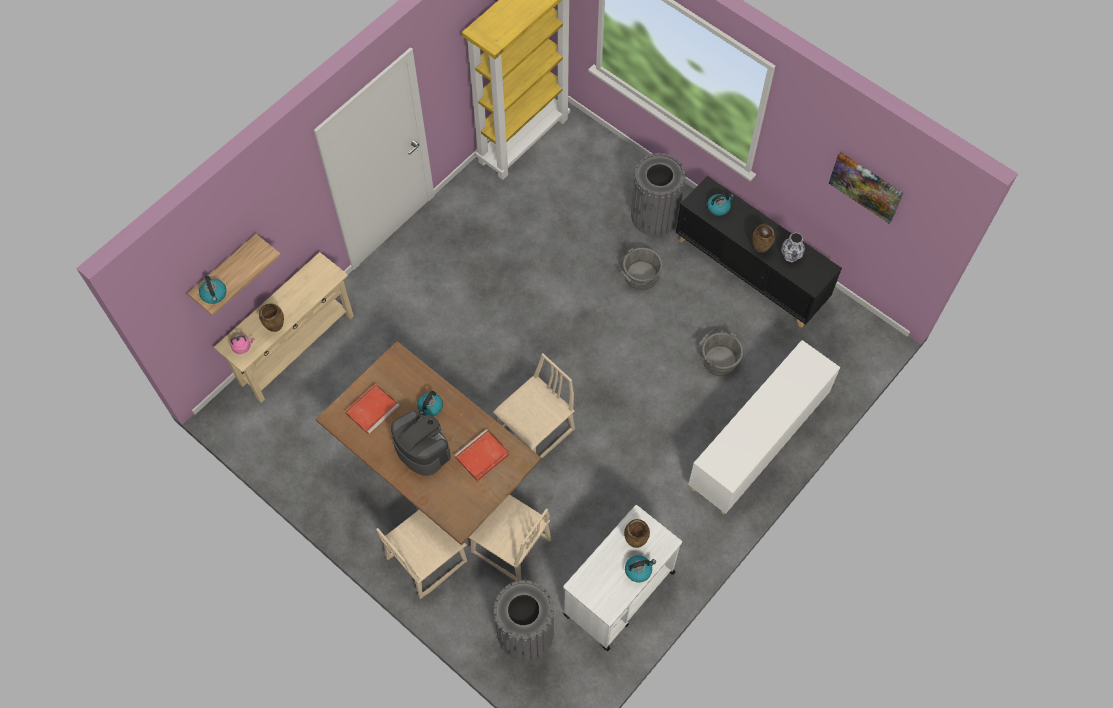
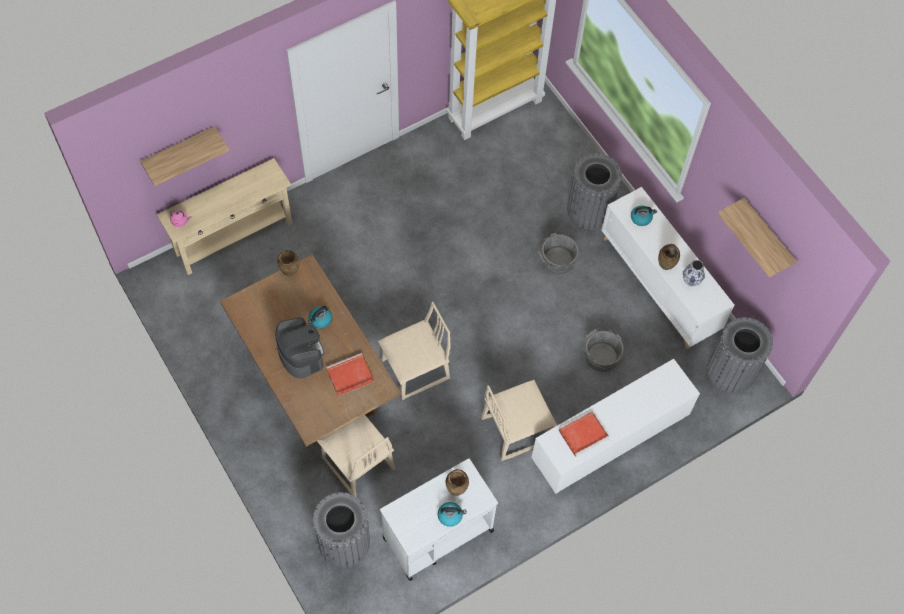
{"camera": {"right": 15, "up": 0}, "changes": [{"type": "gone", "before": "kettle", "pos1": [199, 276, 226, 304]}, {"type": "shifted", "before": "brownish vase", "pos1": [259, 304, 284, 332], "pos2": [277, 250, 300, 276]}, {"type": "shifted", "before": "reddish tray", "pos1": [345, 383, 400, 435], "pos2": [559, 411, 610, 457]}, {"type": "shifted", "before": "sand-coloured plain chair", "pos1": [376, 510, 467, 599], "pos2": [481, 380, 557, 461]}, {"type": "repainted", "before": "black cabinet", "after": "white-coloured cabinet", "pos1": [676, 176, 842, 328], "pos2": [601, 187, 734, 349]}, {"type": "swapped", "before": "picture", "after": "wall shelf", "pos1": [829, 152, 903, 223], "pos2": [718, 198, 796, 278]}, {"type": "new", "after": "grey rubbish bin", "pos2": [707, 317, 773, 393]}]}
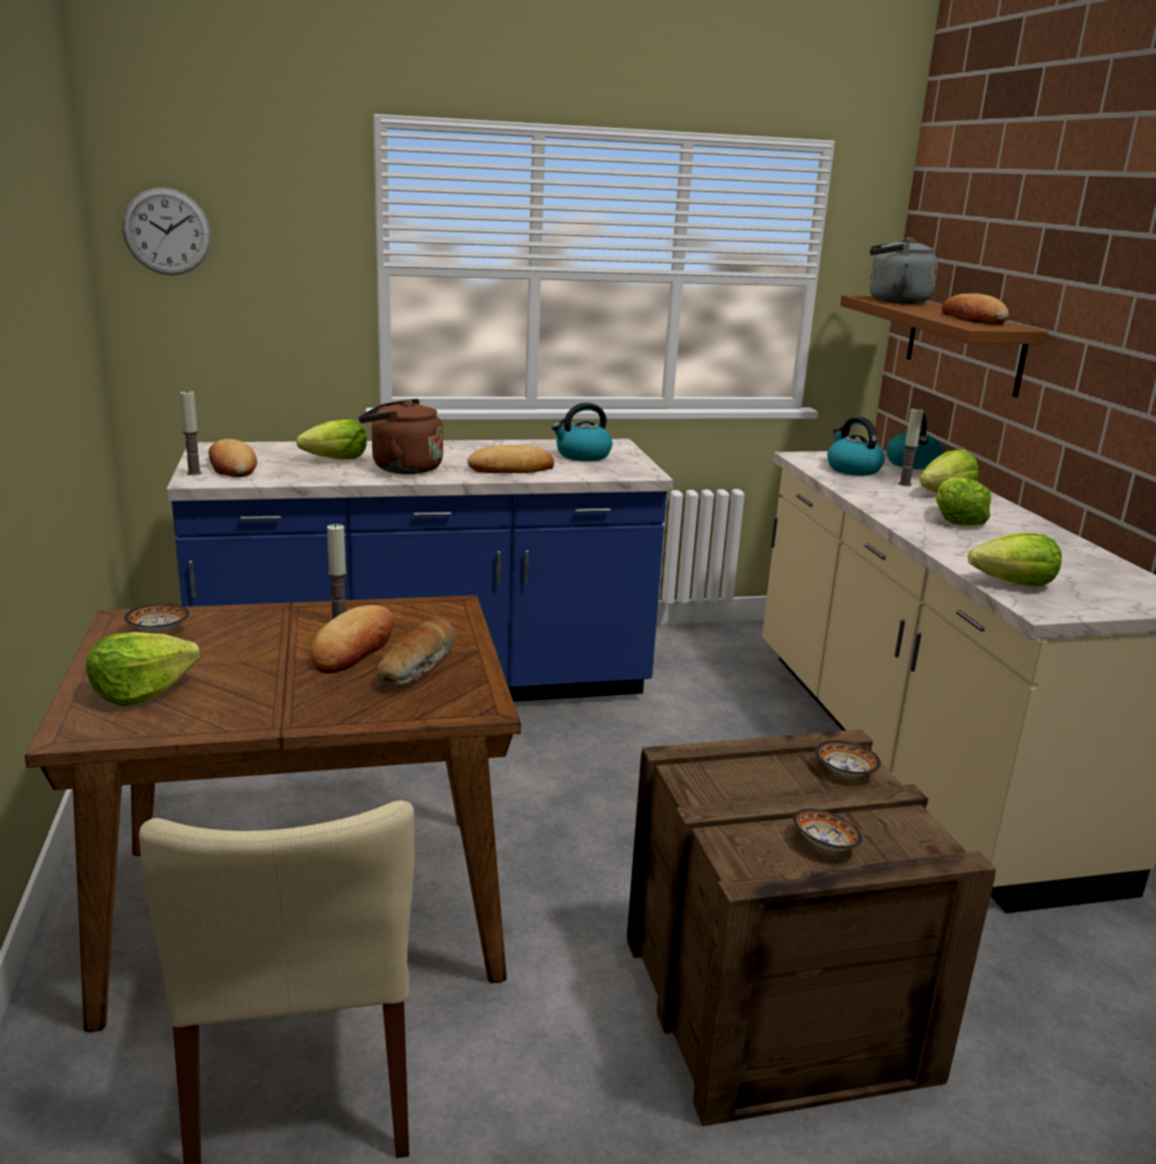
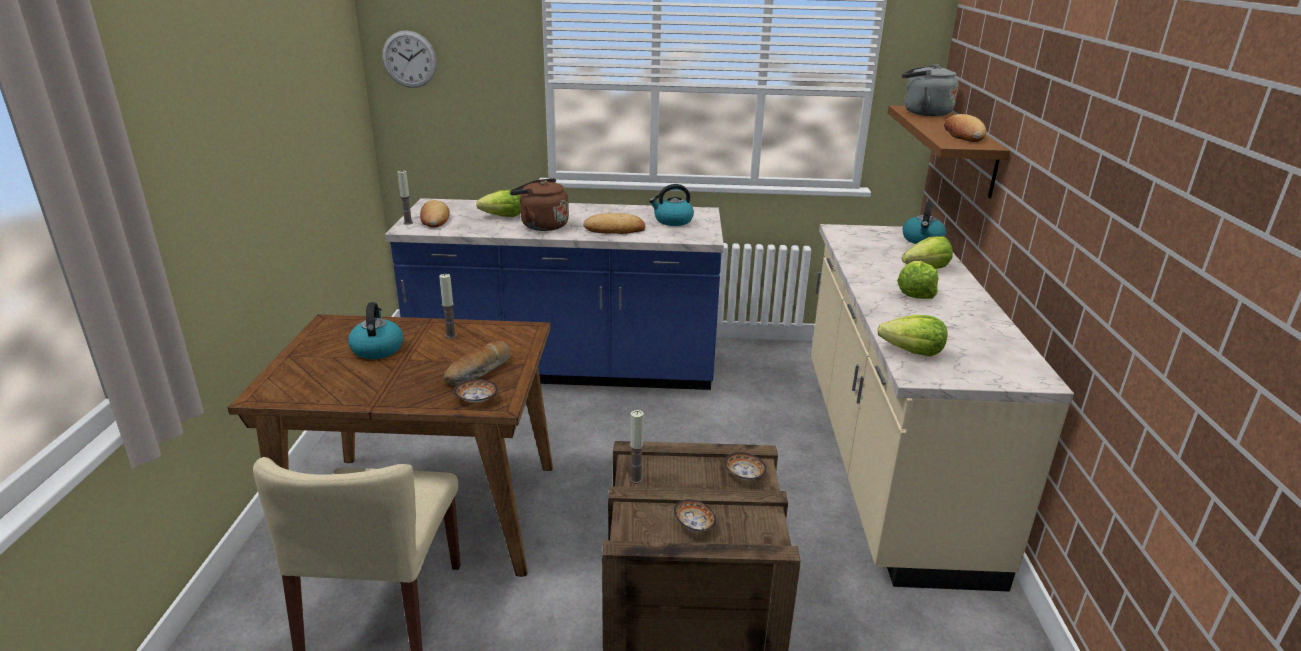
{"camera": {"right": 15, "up": 5}, "changes": [{"type": "gone", "before": "lettuce head", "pos1": [86, 632, 200, 706]}, {"type": "shifted", "before": "serving bowl", "pos1": [124, 603, 189, 632], "pos2": [454, 379, 498, 403]}, {"type": "gone", "before": "bread", "pos1": [311, 605, 394, 673]}, {"type": "shifted", "before": "kettle", "pos1": [827, 417, 885, 476], "pos2": [348, 302, 403, 359]}, {"type": "shifted", "before": "wax light", "pos1": [898, 408, 924, 486], "pos2": [629, 410, 644, 484]}]}
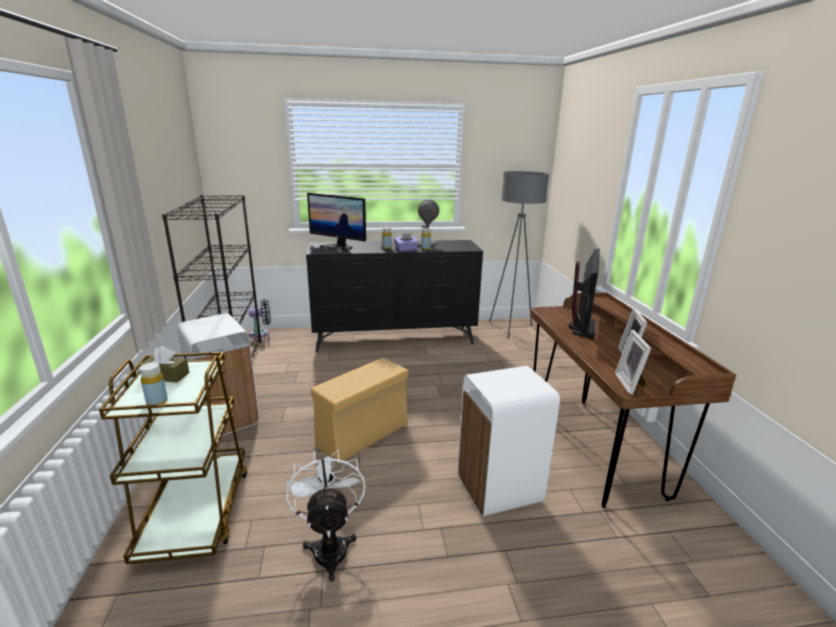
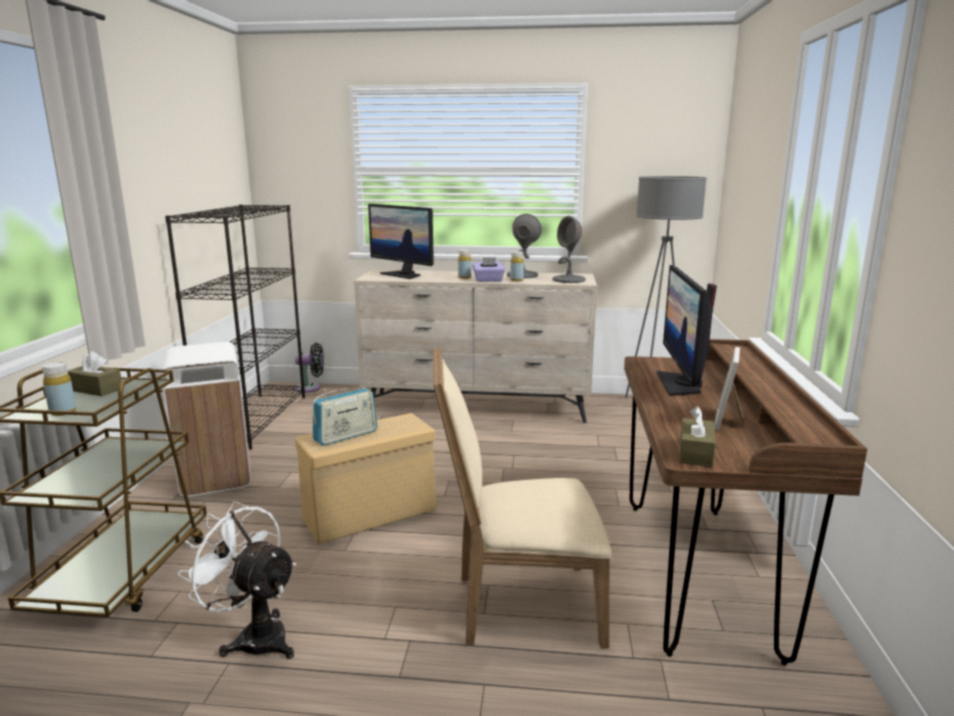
{"camera": {"right": 15, "up": -5}, "changes": [{"type": "rotated", "before": "white-coloured cooling fan", "pos1": [286, 449, 366, 582], "pos2": [178, 501, 296, 659], "turn": -60}, {"type": "repainted", "before": "black dresser", "after": "sand-coloured dresser", "pos1": [306, 240, 483, 352], "pos2": [354, 270, 597, 423]}, {"type": "swapped", "before": "white-coloured rubbish bin", "after": "sand-coloured plain chair", "pos1": [458, 366, 560, 517], "pos2": [433, 347, 612, 649]}, {"type": "rotated", "before": "computer screen", "pos1": [568, 249, 600, 340], "pos2": [657, 265, 717, 396], "turn": 150}, {"type": "swapped", "before": "picture frame", "after": "brownish tissue box", "pos1": [615, 330, 651, 395], "pos2": [680, 406, 716, 467]}, {"type": "new", "after": "radio set", "pos2": [313, 388, 377, 446]}, {"type": "new", "after": "grey tabletop lamp", "pos2": [553, 216, 586, 283]}]}
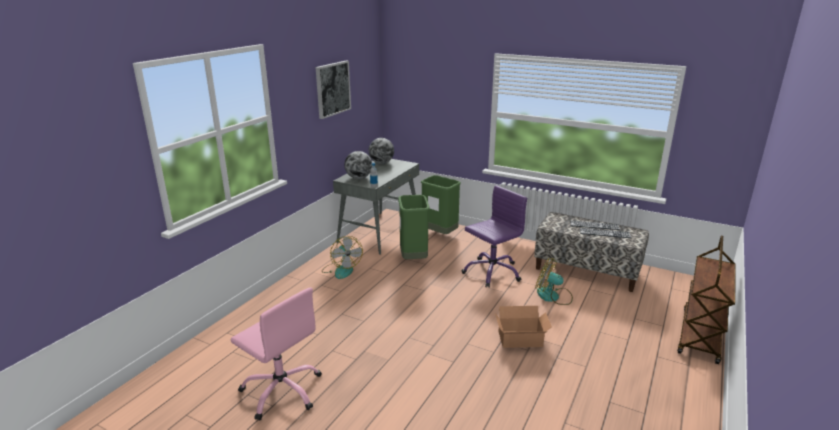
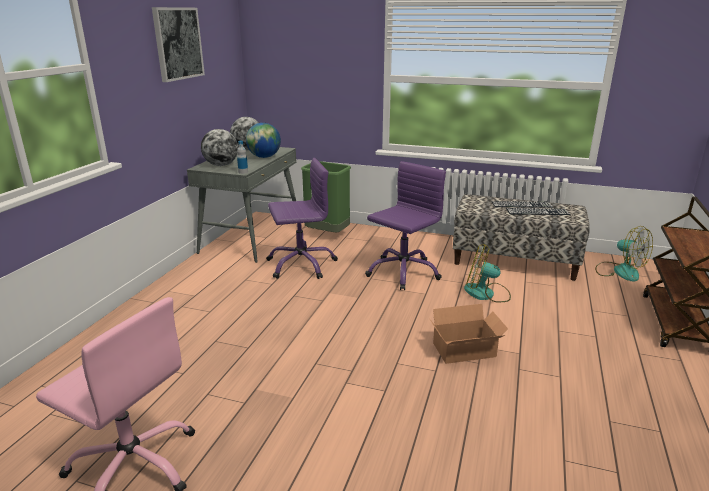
{"camera": {"right": -10, "up": 0}, "changes": [{"type": "shifted", "before": "cooling fan", "pos1": [322, 236, 363, 279], "pos2": [595, 226, 653, 281]}, {"type": "swapped", "before": "greenish rubbish bin", "after": "purple-coloured desk chair", "pos1": [398, 195, 430, 259], "pos2": [266, 158, 338, 279]}, {"type": "new", "after": "world globe", "pos2": [246, 123, 281, 158]}]}
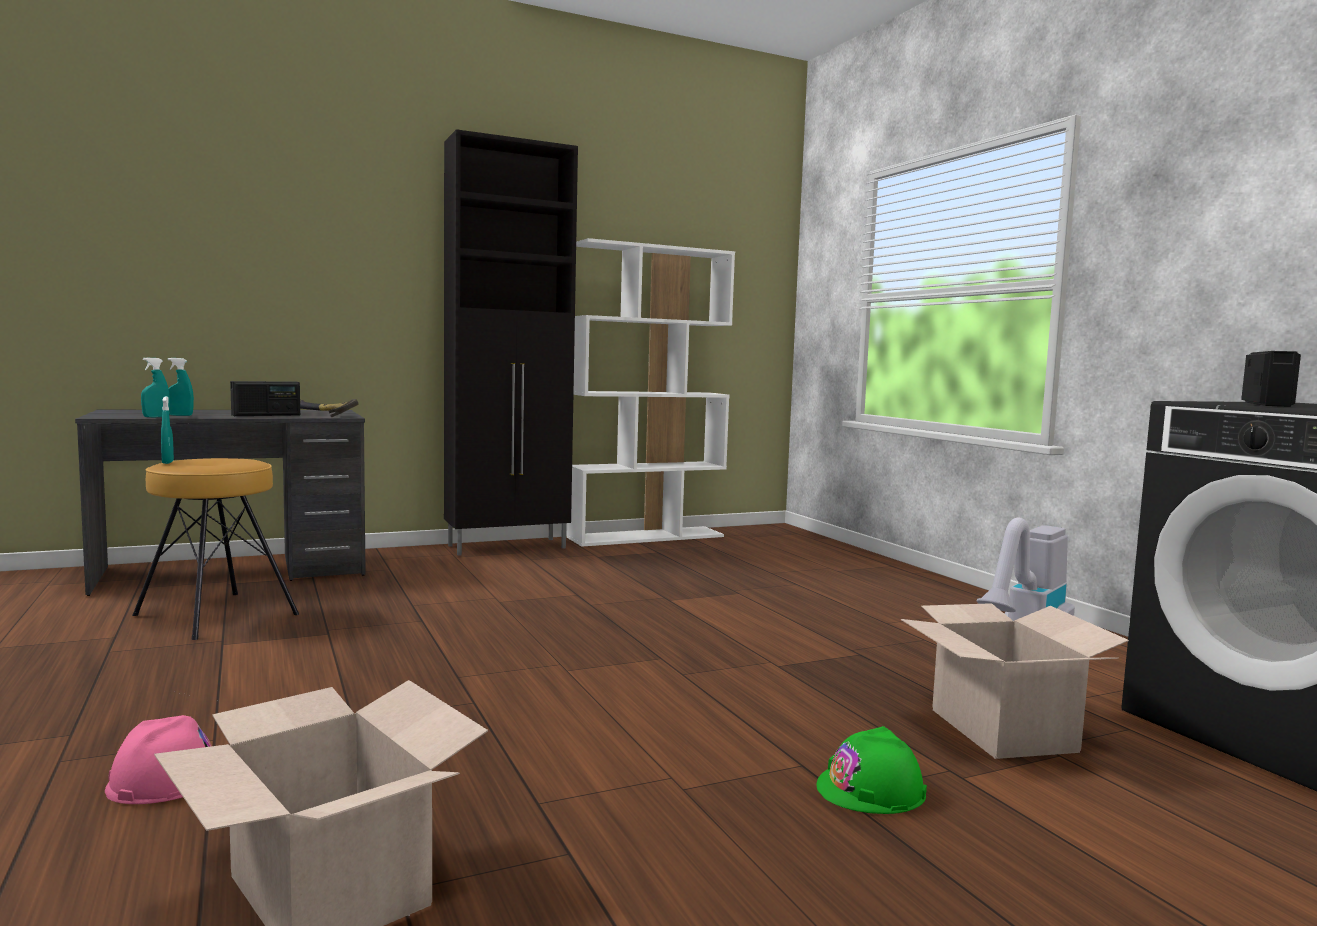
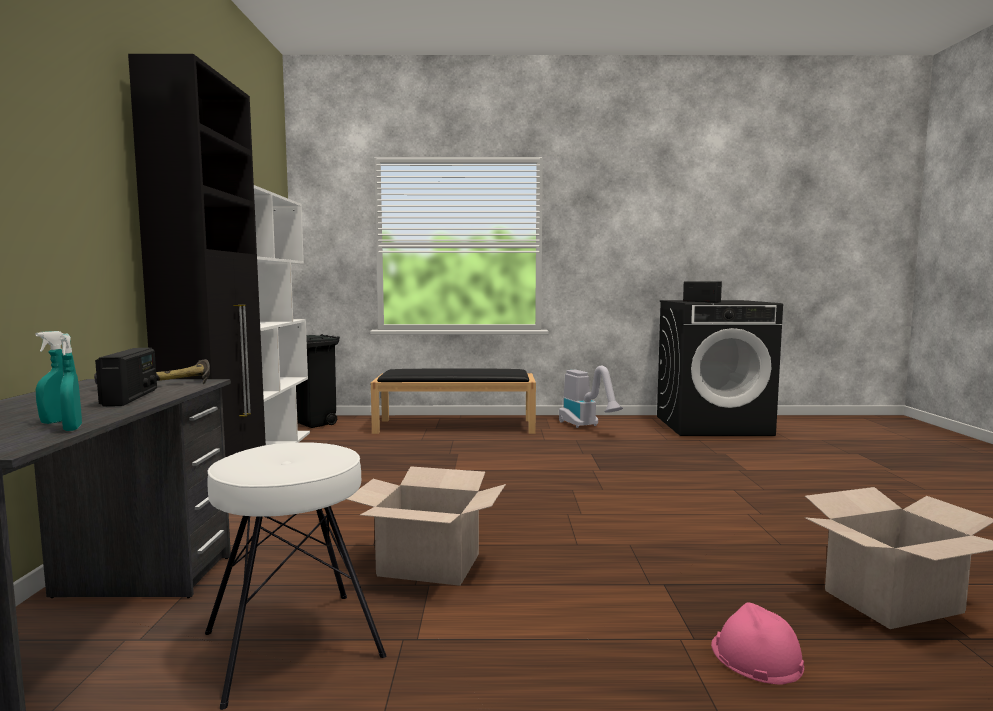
{"camera": {"right": -65, "up": 0}, "changes": [{"type": "repainted", "before": "brownish stool seat", "after": "white-coloured stool seat", "pos1": [132, 458, 299, 640], "pos2": [205, 442, 386, 710]}, {"type": "gone", "before": "turquoise-coloured spray bottle", "pos1": [161, 396, 174, 464]}, {"type": "gone", "before": "greenish work helmet", "pos1": [817, 726, 927, 814]}, {"type": "shifted", "before": "carton", "pos1": [901, 603, 1129, 759], "pos2": [346, 466, 506, 586]}, {"type": "new", "after": "black rubbish bin", "pos2": [296, 334, 340, 428]}, {"type": "new", "after": "black bench", "pos2": [370, 368, 536, 434]}]}
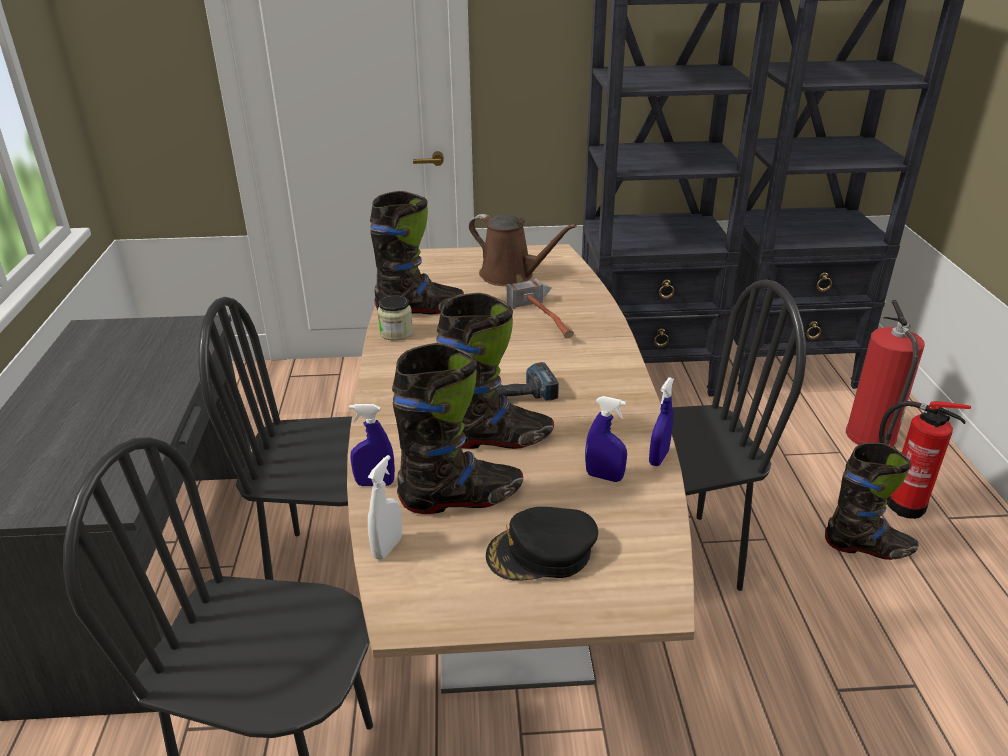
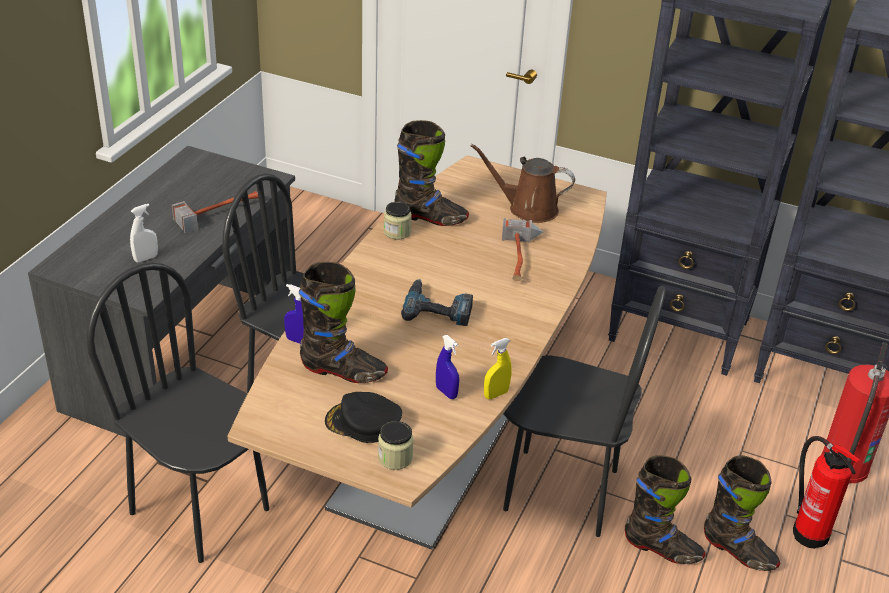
{"camera": {"right": 25, "up": 5}, "changes": [{"type": "shifted", "before": "white-coloured spray bottle", "pos1": [368, 455, 402, 560], "pos2": [130, 204, 158, 262]}, {"type": "shifted", "before": "black high-top boot", "pos1": [436, 293, 554, 449], "pos2": [625, 455, 706, 564]}, {"type": "rotated", "before": "brownish watering can", "pos1": [469, 214, 577, 286], "pos2": [471, 144, 575, 223], "turn": 135}, {"type": "repainted", "before": "bluish spray bottle", "after": "yellow spray bottle", "pos1": [649, 377, 674, 466], "pos2": [484, 338, 512, 399]}, {"type": "new", "after": "hand hammer", "pos2": [172, 191, 259, 234]}, {"type": "new", "after": "jar", "pos2": [378, 421, 414, 470]}]}
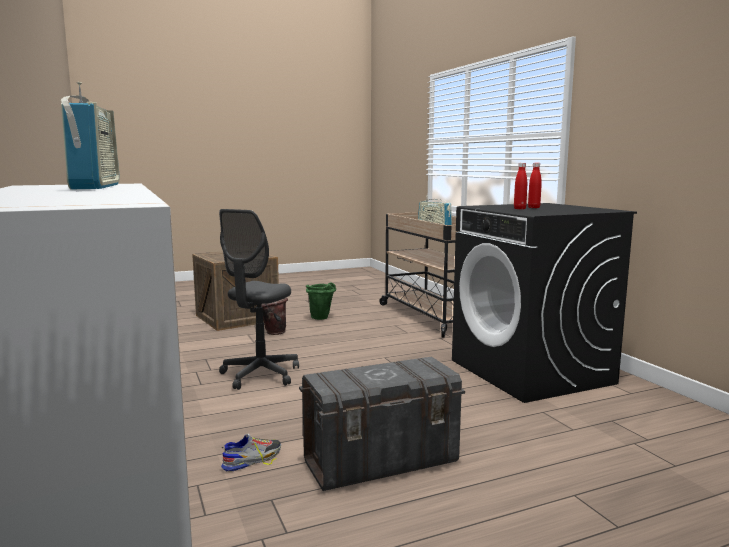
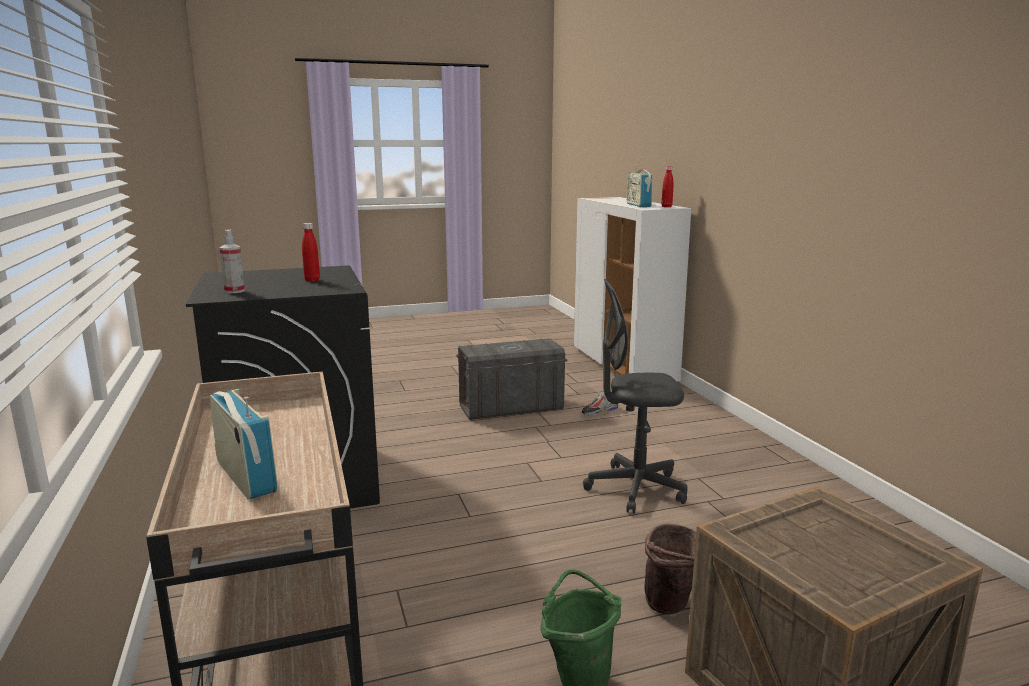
{"camera": {"right": -175, "up": 5}, "changes": [{"type": "rotated", "before": "grey desk chair", "pos1": [219, 209, 299, 390], "pos2": [583, 279, 688, 513], "turn": -120}, {"type": "shifted", "before": "reddish bottle", "pos1": [528, 163, 542, 208], "pos2": [662, 166, 674, 207]}, {"type": "new", "after": "spray bottle", "pos2": [220, 230, 245, 293]}]}
